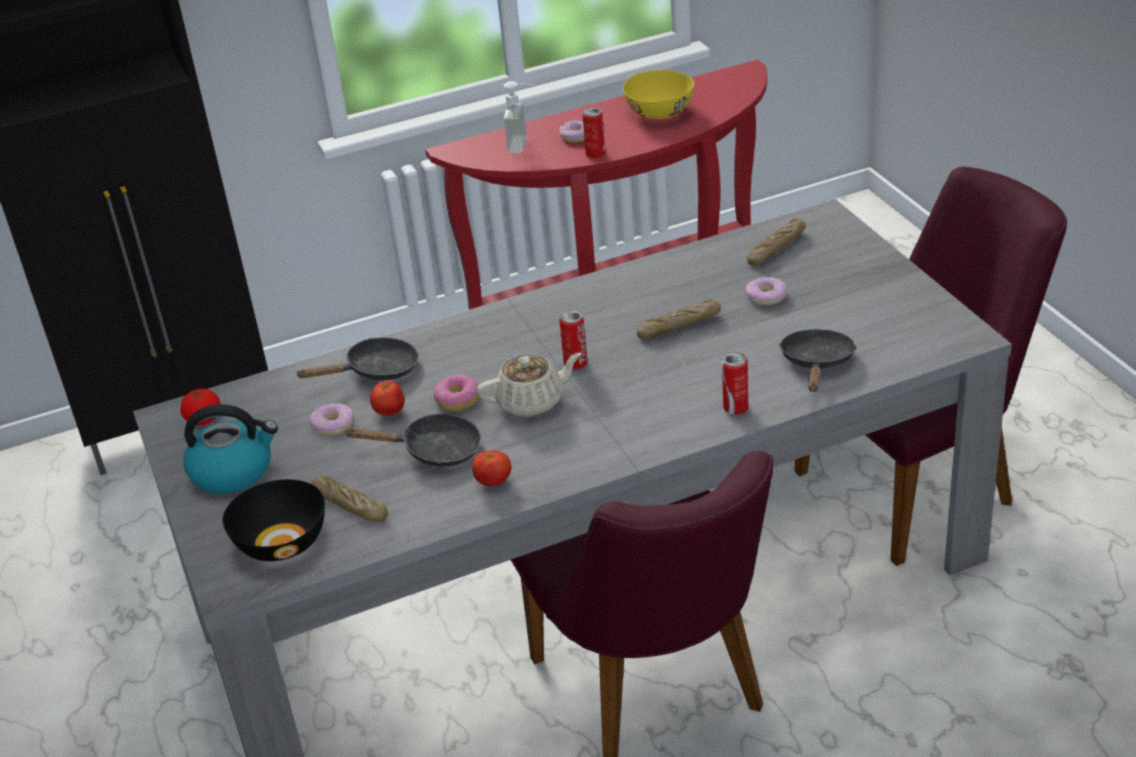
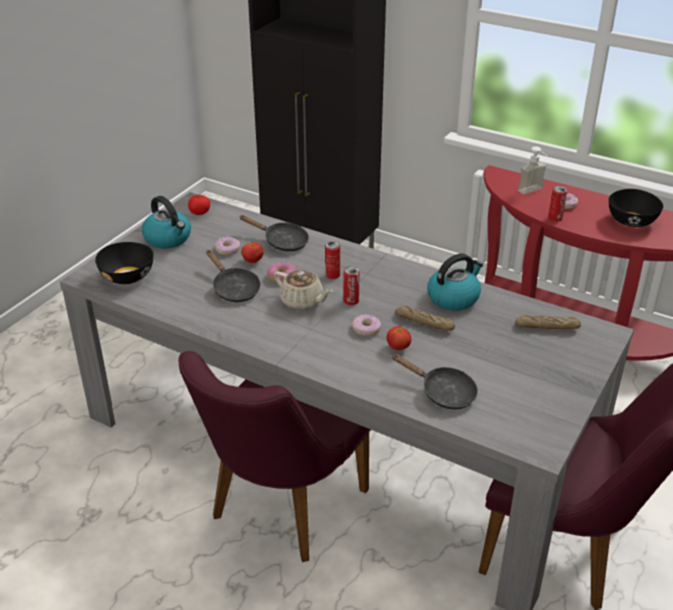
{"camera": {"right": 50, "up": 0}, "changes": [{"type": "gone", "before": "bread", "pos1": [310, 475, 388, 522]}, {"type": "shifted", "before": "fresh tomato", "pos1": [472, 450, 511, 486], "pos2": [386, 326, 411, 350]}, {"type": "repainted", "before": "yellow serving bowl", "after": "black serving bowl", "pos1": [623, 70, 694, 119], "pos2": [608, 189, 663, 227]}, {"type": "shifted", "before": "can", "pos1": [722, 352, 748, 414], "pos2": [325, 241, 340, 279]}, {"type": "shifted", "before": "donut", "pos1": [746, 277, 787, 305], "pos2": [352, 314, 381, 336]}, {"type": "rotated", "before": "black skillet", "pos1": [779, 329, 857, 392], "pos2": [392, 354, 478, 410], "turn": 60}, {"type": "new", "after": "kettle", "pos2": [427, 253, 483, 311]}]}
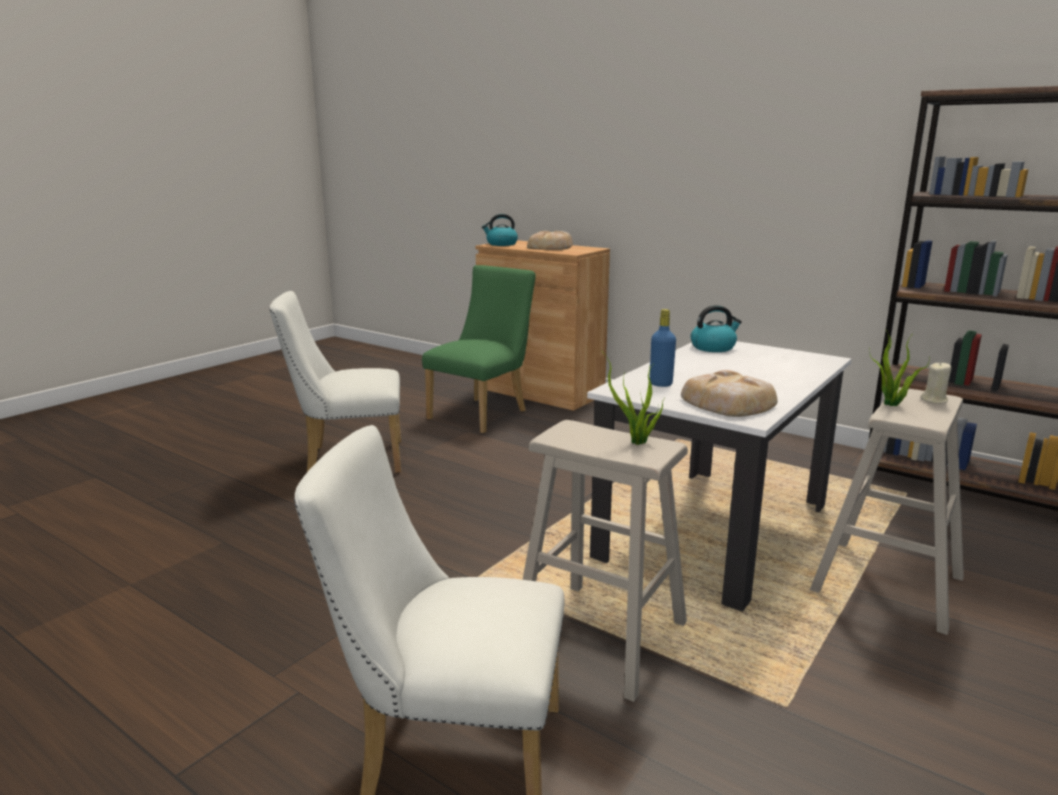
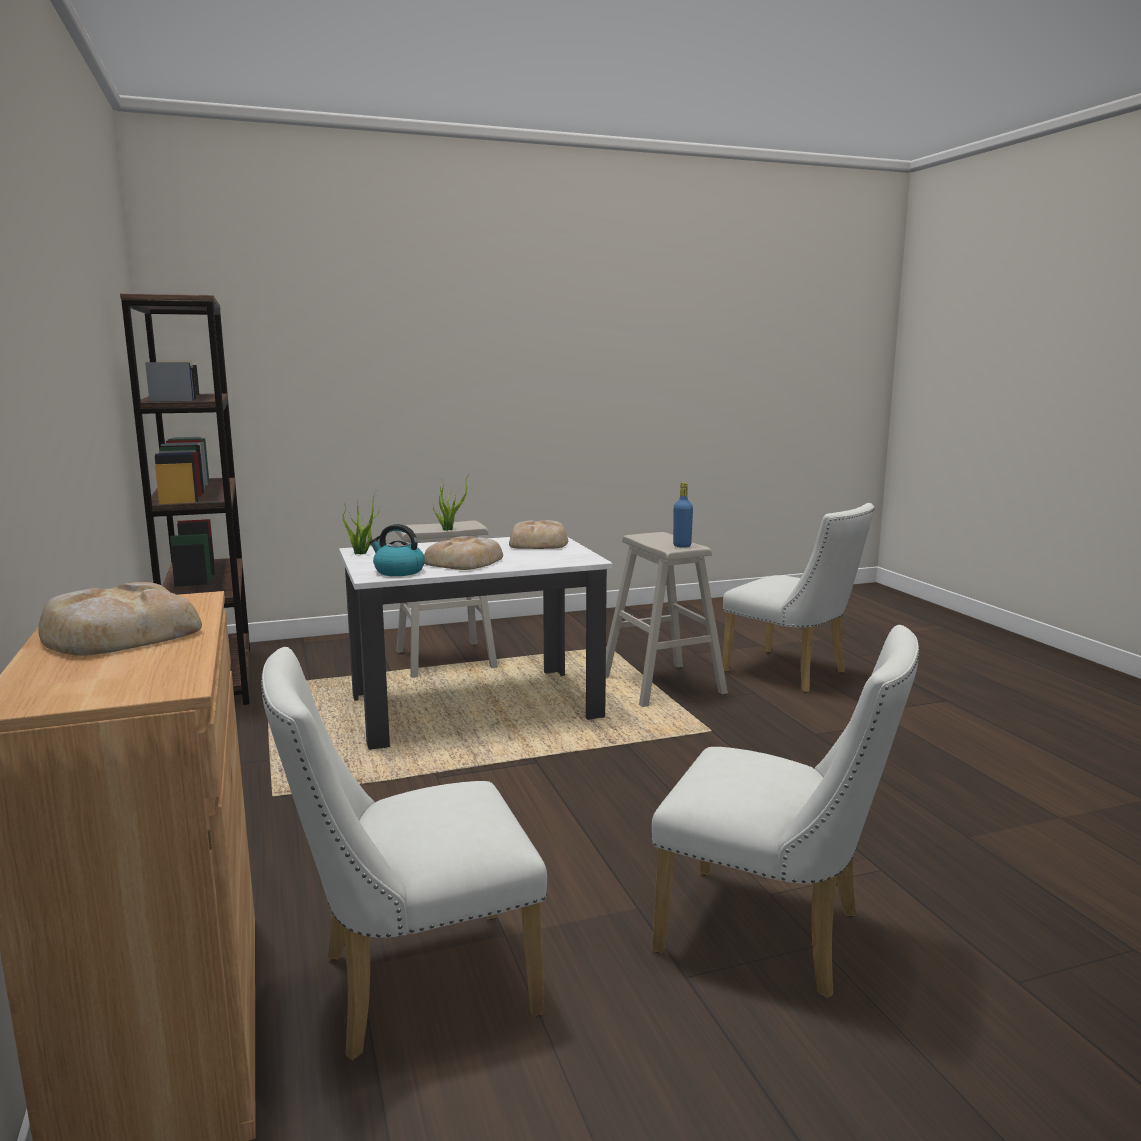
{"camera": {"right": -145, "up": -5}, "changes": [{"type": "repainted", "before": "greenish plain chair", "after": "white-coloured plain chair", "pos1": [422, 265, 536, 434], "pos2": [261, 647, 547, 1060]}, {"type": "gone", "before": "kettle", "pos1": [482, 214, 518, 246]}, {"type": "shifted", "before": "houseplant", "pos1": [604, 354, 664, 445], "pos2": [343, 492, 380, 554]}, {"type": "shifted", "before": "bluish bottle", "pos1": [650, 309, 676, 387], "pos2": [673, 482, 693, 547]}, {"type": "gone", "before": "sand-coloured wax light", "pos1": [920, 362, 951, 404]}, {"type": "new", "after": "bread", "pos2": [424, 536, 503, 570]}]}
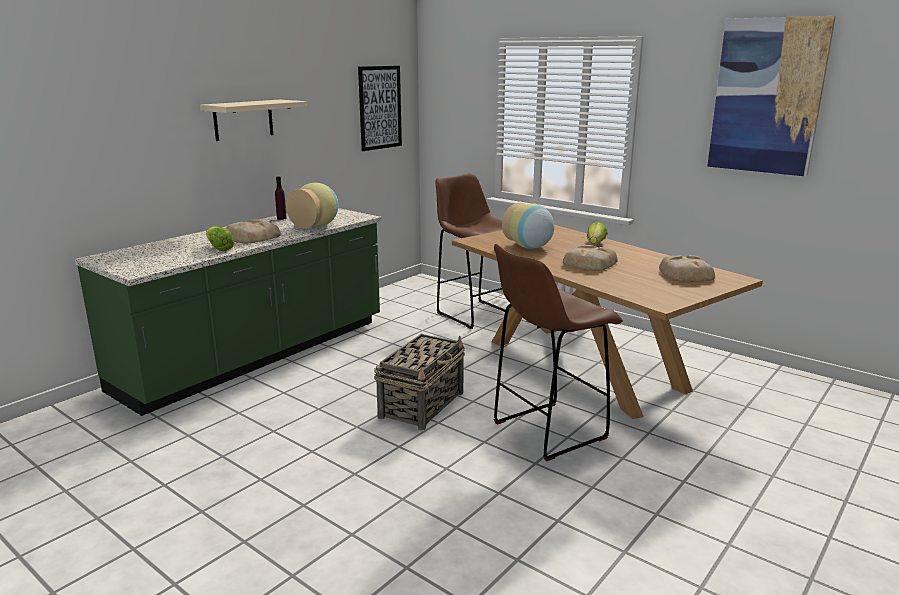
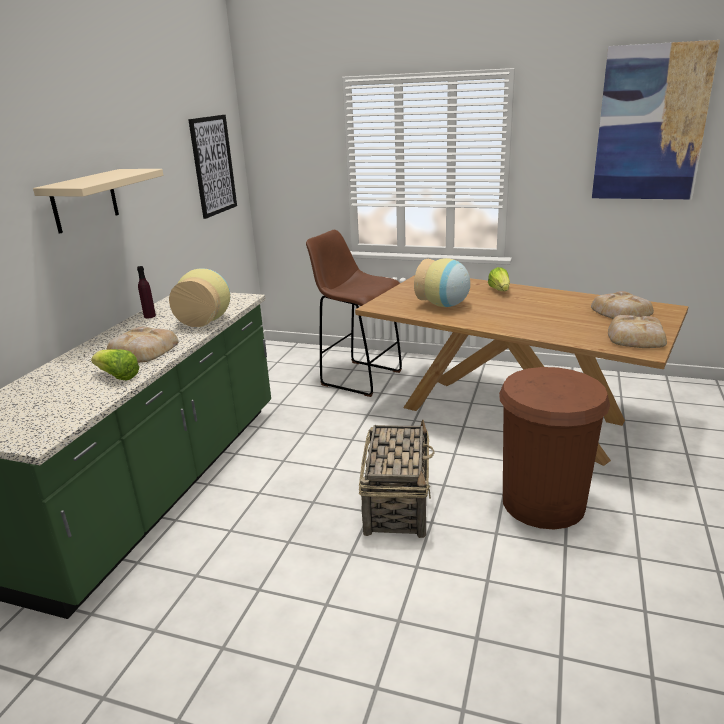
{"camera": {"right": -20, "up": 5}, "changes": [{"type": "swapped", "before": "brownish stool seat", "after": "brownish rubbish bin", "pos1": [494, 244, 623, 461], "pos2": [499, 367, 610, 529]}, {"type": "shifted", "before": "bread", "pos1": [563, 245, 618, 271], "pos2": [608, 315, 667, 348]}]}
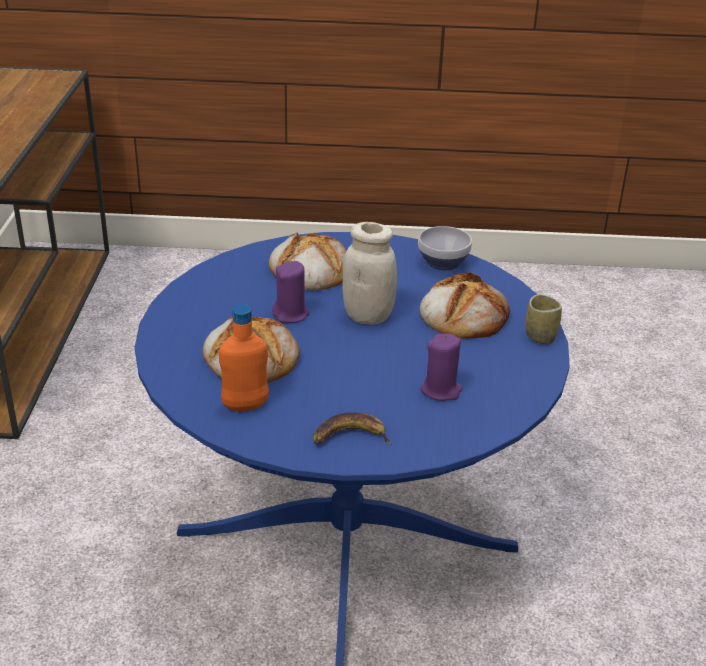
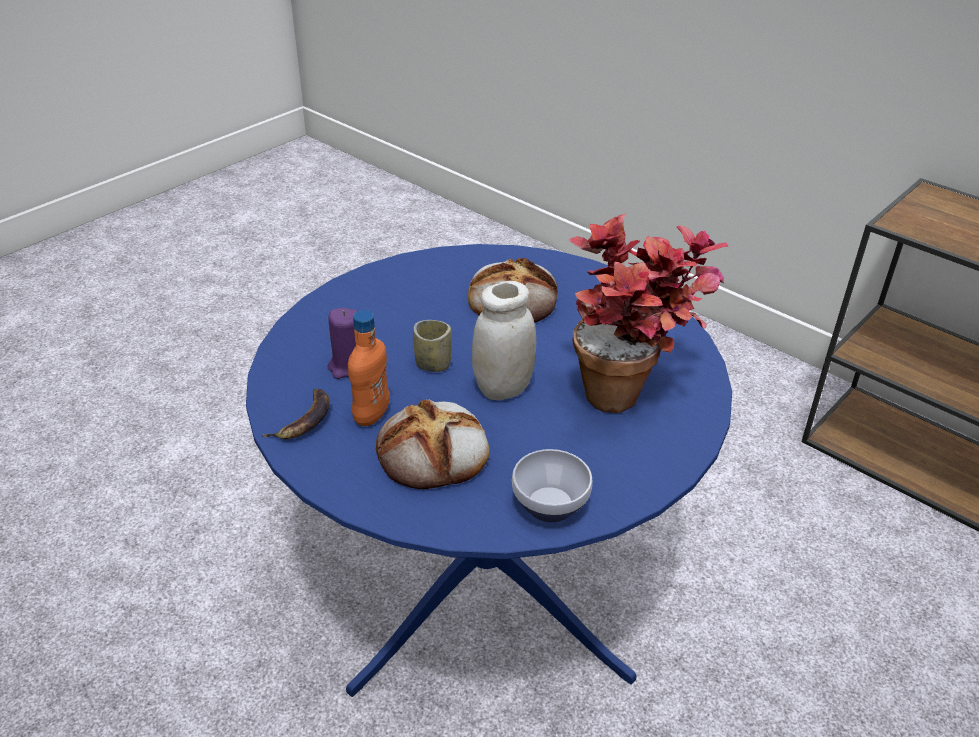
{"camera": {"right": 130, "up": 5}, "changes": [{"type": "shifted", "before": "orange bottle", "pos1": [219, 304, 269, 411], "pos2": [348, 310, 389, 426]}, {"type": "swapped", "before": "bread", "after": "houseplant", "pos1": [269, 232, 346, 291], "pos2": [569, 213, 729, 413]}, {"type": "gone", "before": "purple-coloured wax light", "pos1": [272, 261, 310, 323]}, {"type": "shifted", "before": "whole banana", "pos1": [313, 413, 392, 445], "pos2": [261, 388, 330, 439]}, {"type": "shifted", "before": "drinking cup", "pos1": [526, 294, 562, 345], "pos2": [413, 320, 452, 372]}]}
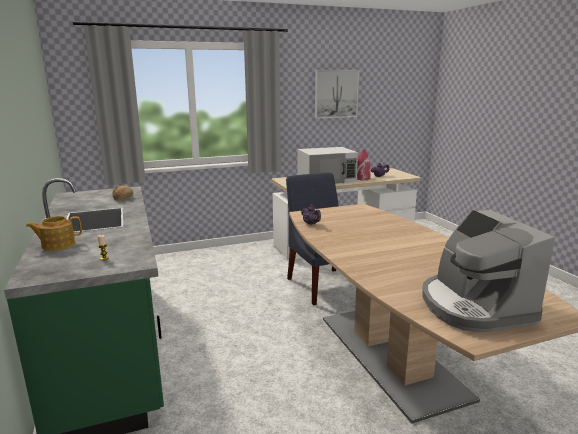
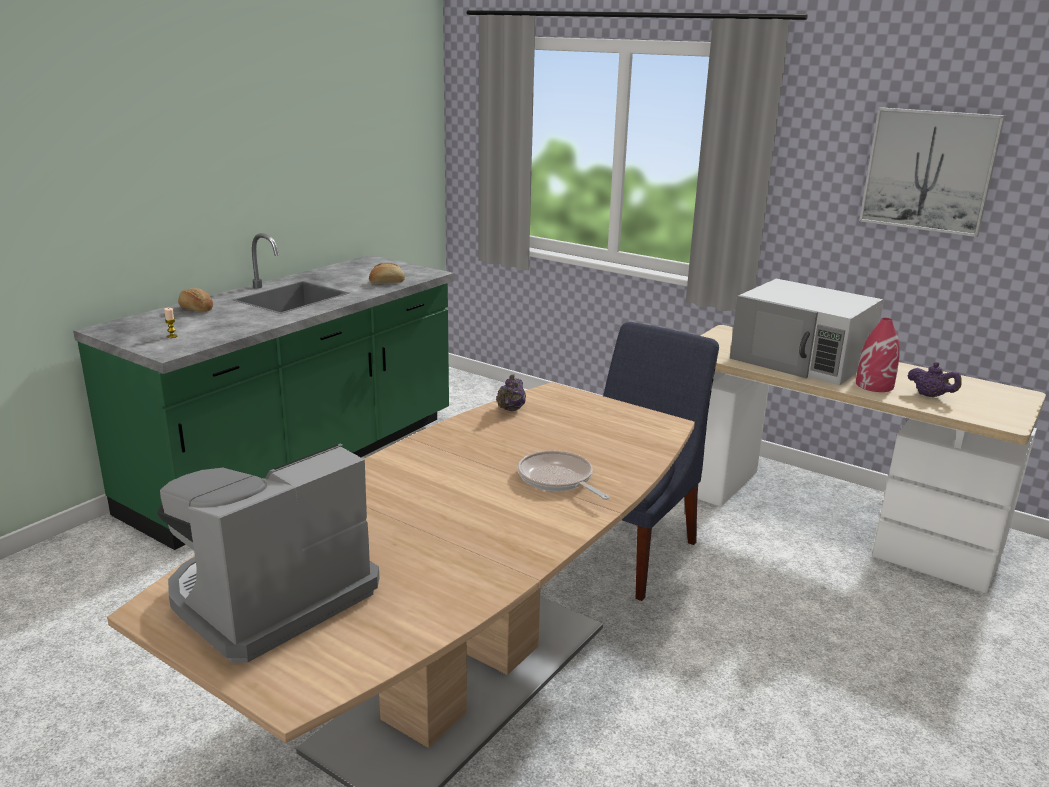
{"camera": {"right": 55, "up": 5}, "changes": [{"type": "swapped", "before": "teapot", "after": "bread", "pos1": [26, 216, 82, 251], "pos2": [178, 288, 213, 312]}, {"type": "new", "after": "skillet", "pos2": [518, 451, 610, 500]}]}
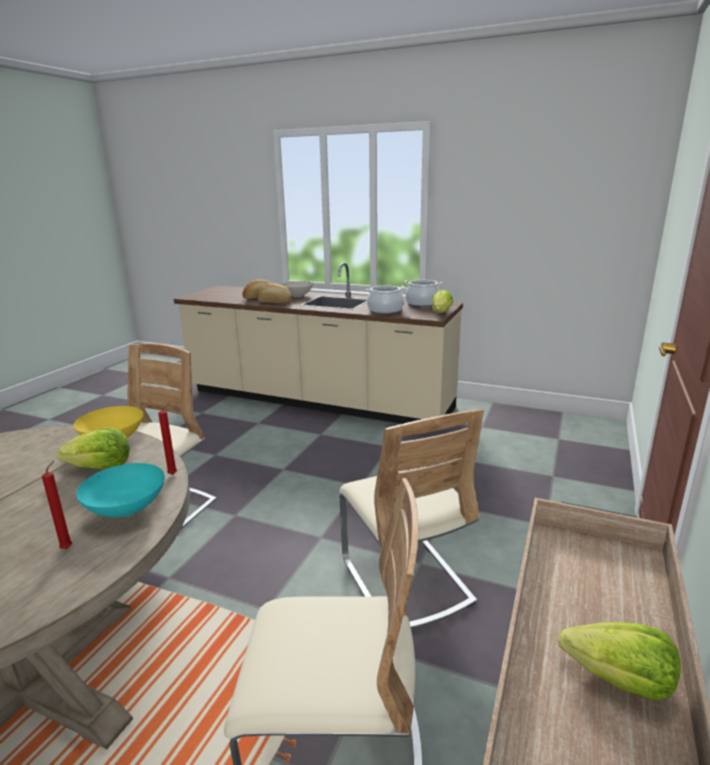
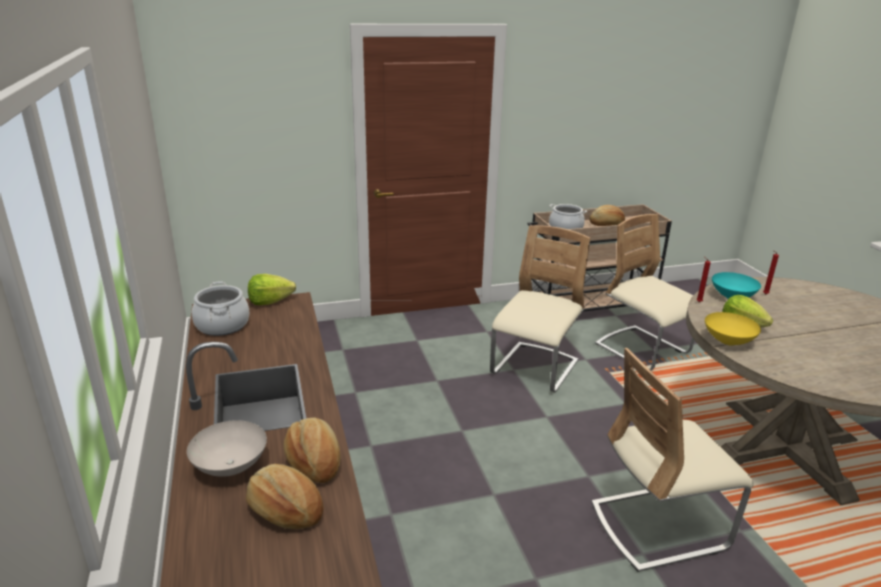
{"camera": {"right": -130, "up": 5}, "changes": [{"type": "shifted", "before": "cooking pot", "pos1": [366, 285, 404, 314], "pos2": [549, 204, 587, 229]}, {"type": "swapped", "before": "lettuce head", "after": "bread", "pos1": [559, 622, 681, 701], "pos2": [589, 205, 625, 226]}]}
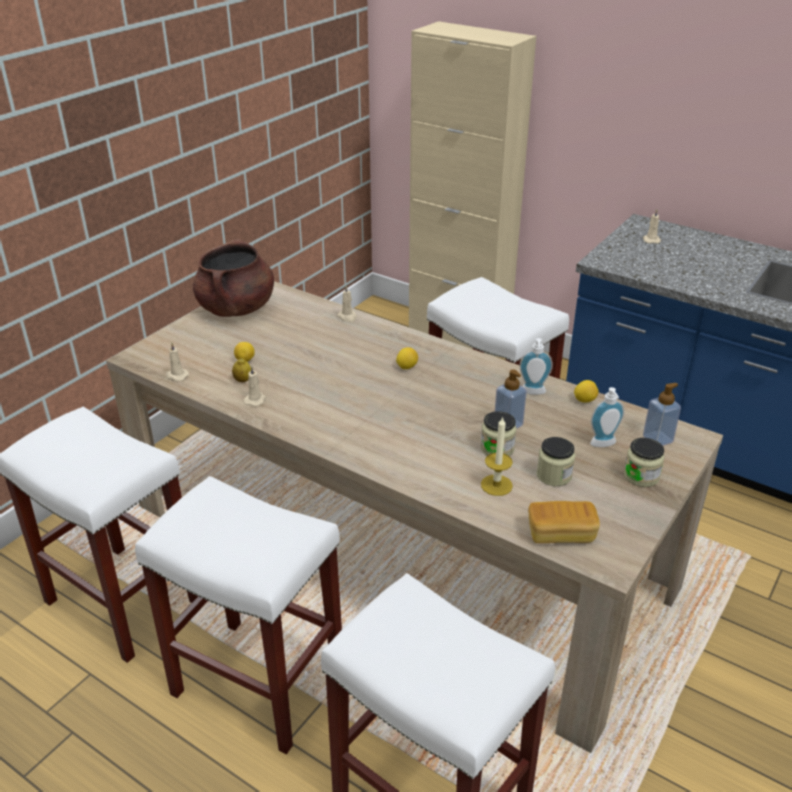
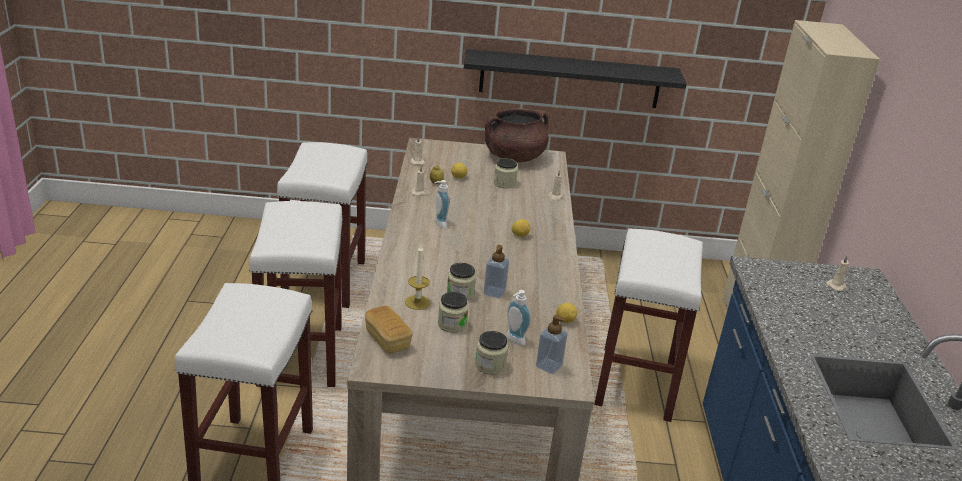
{"camera": {"right": 55, "up": -5}, "changes": [{"type": "shifted", "before": "soap bottle", "pos1": [519, 338, 553, 395], "pos2": [434, 180, 449, 228]}, {"type": "new", "after": "black wall shelf", "pos2": [464, 49, 687, 108]}, {"type": "new", "after": "jar", "pos2": [494, 158, 518, 188]}]}
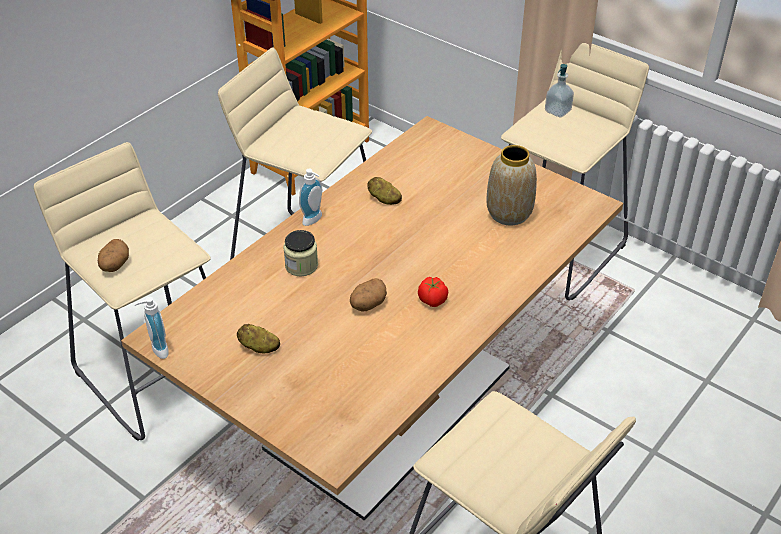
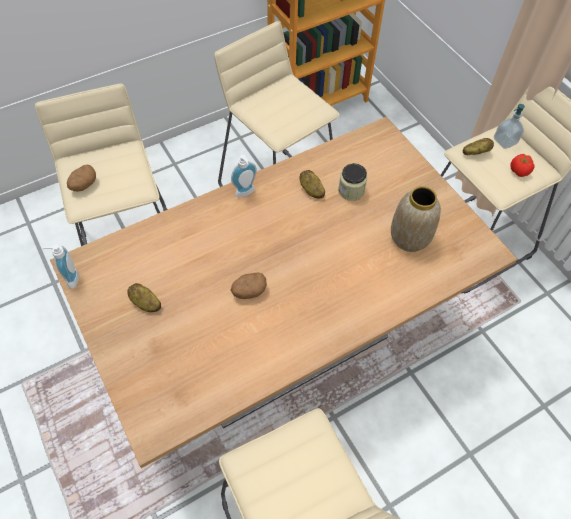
{"camera": {"right": 20, "up": 15}, "changes": [{"type": "shifted", "before": "jar", "pos1": [283, 230, 318, 276], "pos2": [338, 163, 367, 201]}, {"type": "shifted", "before": "fresh tomato", "pos1": [418, 277, 448, 307], "pos2": [510, 154, 535, 177]}, {"type": "new", "after": "whole potato", "pos2": [463, 138, 494, 155]}]}
